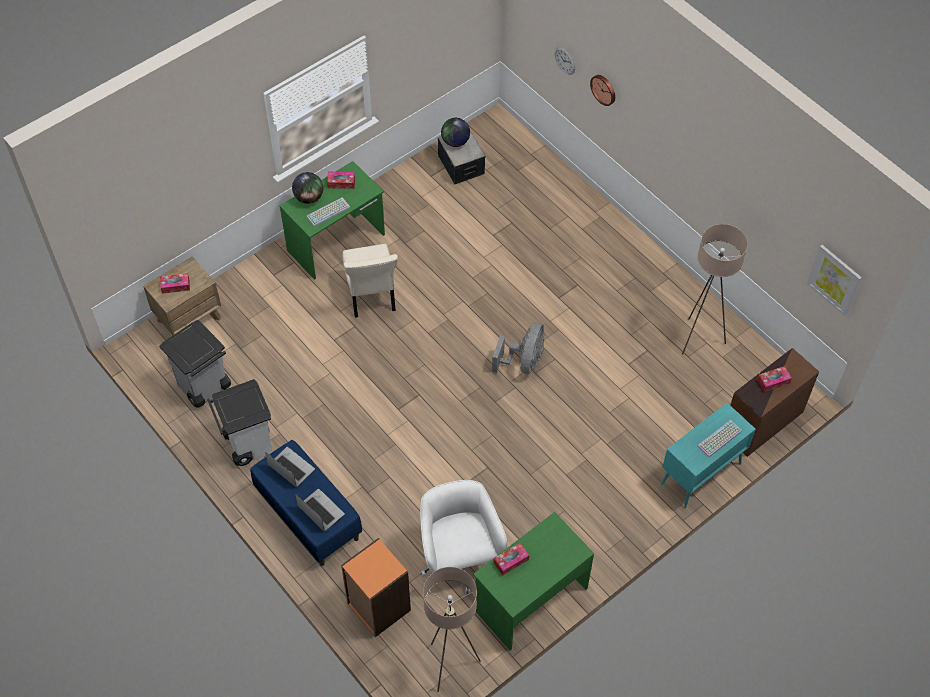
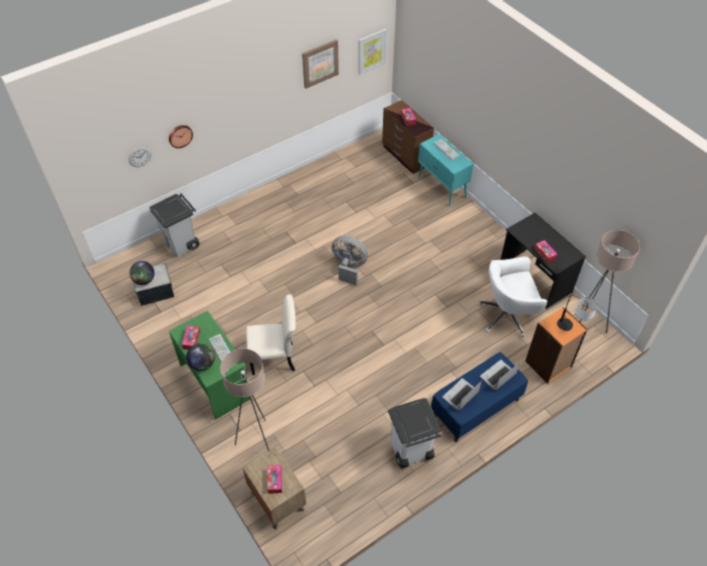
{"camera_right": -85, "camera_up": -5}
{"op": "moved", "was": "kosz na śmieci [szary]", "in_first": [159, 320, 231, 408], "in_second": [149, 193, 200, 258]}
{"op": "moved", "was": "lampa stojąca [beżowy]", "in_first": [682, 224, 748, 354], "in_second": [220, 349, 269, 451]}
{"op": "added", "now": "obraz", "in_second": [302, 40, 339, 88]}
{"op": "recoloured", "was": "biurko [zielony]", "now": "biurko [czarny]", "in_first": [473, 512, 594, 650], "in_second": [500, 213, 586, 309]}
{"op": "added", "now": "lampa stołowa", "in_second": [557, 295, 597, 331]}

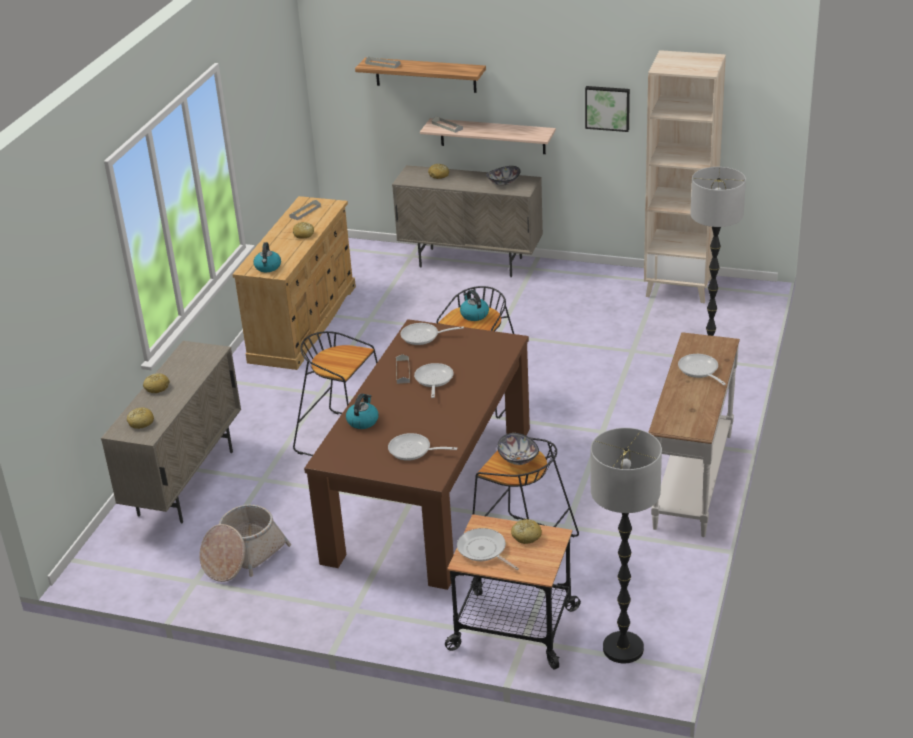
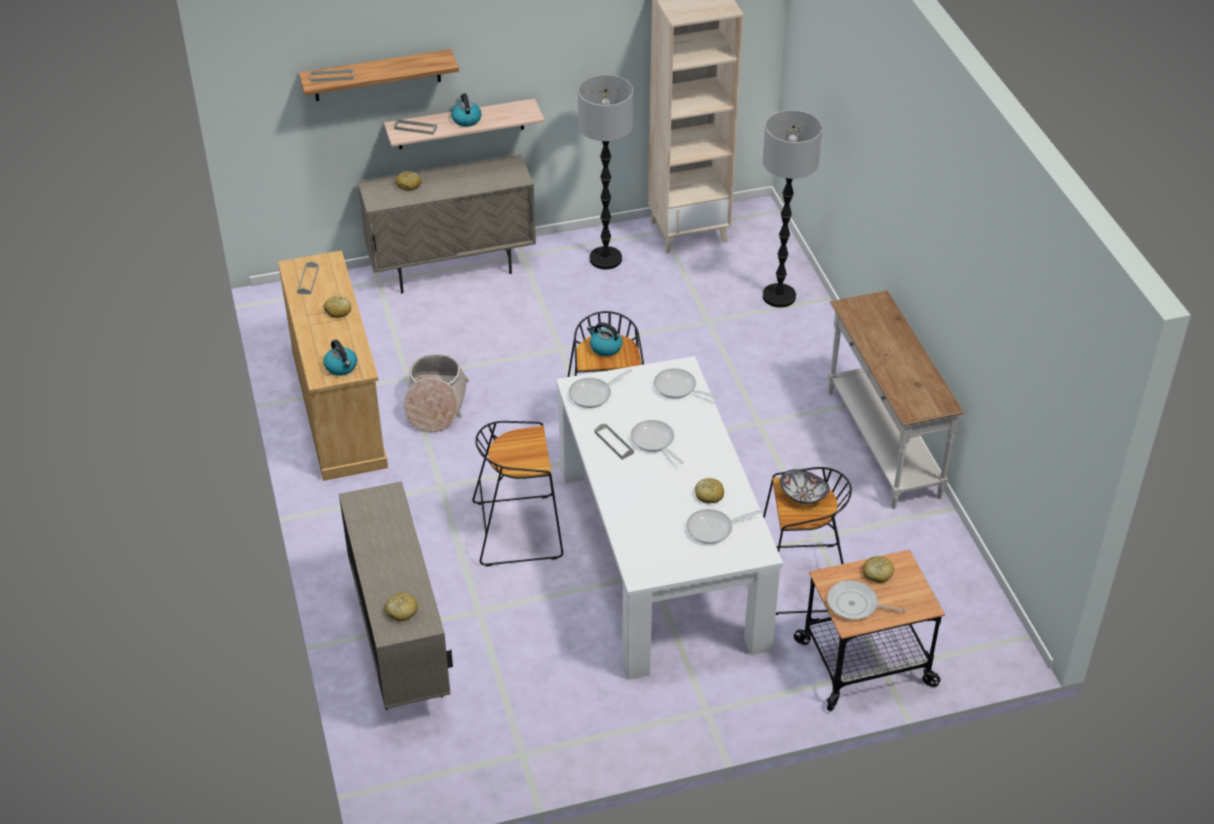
{"camera_right": -35, "camera_up": 10}
{"op": "moved", "was": "koszyk", "in_first": [200, 504, 291, 582], "in_second": [404, 354, 469, 432]}
{"op": "moved", "was": "czajnik", "in_first": [346, 393, 378, 429], "in_second": [451, 93, 482, 127]}
{"op": "recoloured", "was": "stół jadalny [brązowy]", "now": "stół jadalny [biały]", "in_first": [304, 319, 530, 590], "in_second": [556, 356, 783, 679]}
{"op": "moved", "was": "lampa stojąca", "in_first": [591, 428, 662, 664], "in_second": [578, 75, 633, 270]}
{"op": "moved", "was": "patelnia", "in_first": [678, 354, 726, 385], "in_second": [654, 368, 720, 399]}
{"op": "moved", "was": "chleb", "in_first": [143, 373, 170, 393], "in_second": [695, 478, 724, 503]}
{"op": "removed", "was": "miska", "in_first": [486, 166, 521, 186]}
{"op": "removed", "was": "obraz", "in_first": [585, 86, 630, 132]}

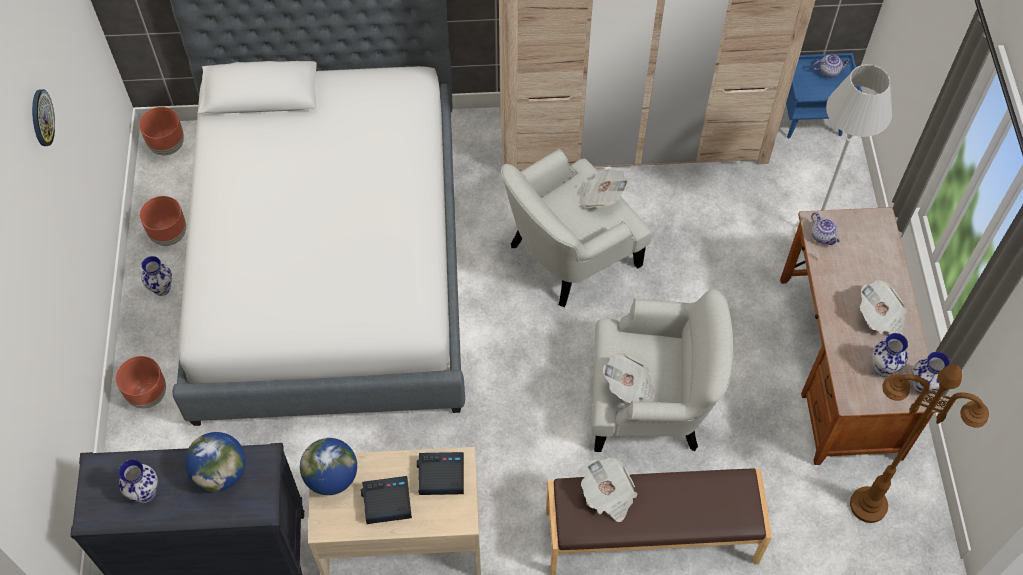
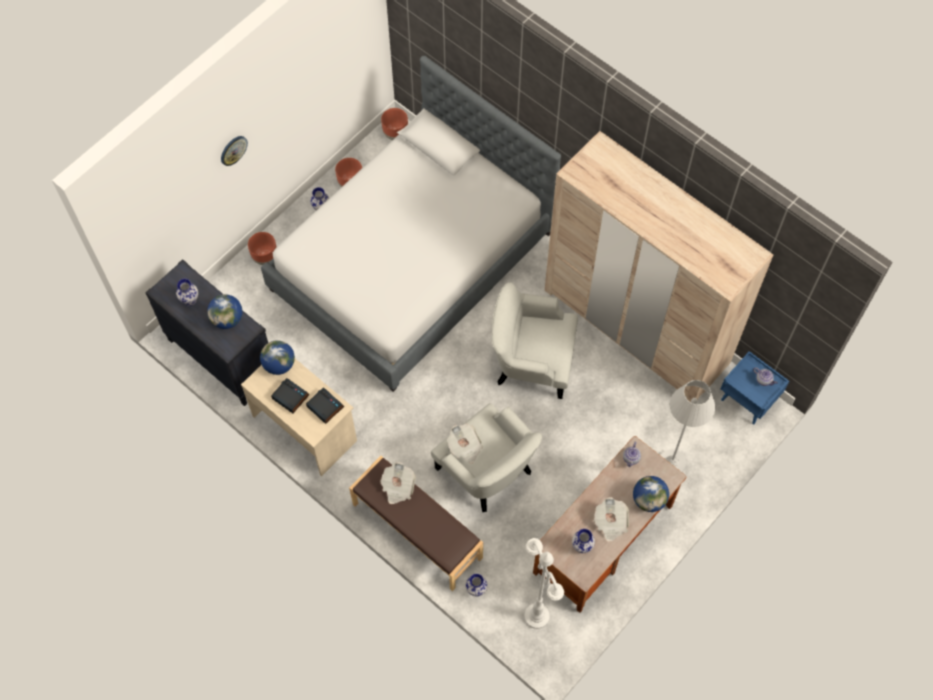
{"camera_right": 45, "camera_up": 5}
{"op": "moved", "was": "zegar ścienny", "in_first": [32, 89, 55, 146], "in_second": [221, 136, 248, 166]}
{"op": "moved", "was": "wazon", "in_first": [913, 352, 950, 395], "in_second": [466, 574, 488, 597]}
{"op": "recoloured", "was": "lampa stojąca [brązowy]", "now": "lampa stojąca [biały]", "in_first": [850, 364, 989, 523], "in_second": [524, 538, 564, 629]}
{"op": "added", "now": "globus", "in_second": [633, 476, 669, 512]}
{"op": "removed", "was": "gazeta", "in_first": [577, 169, 628, 208]}

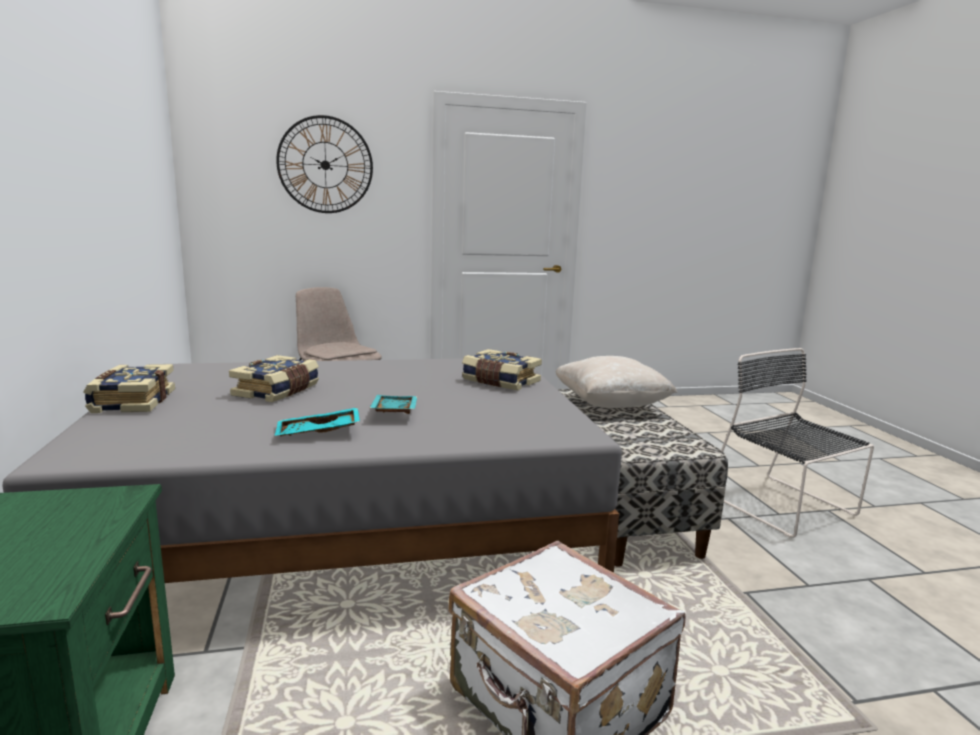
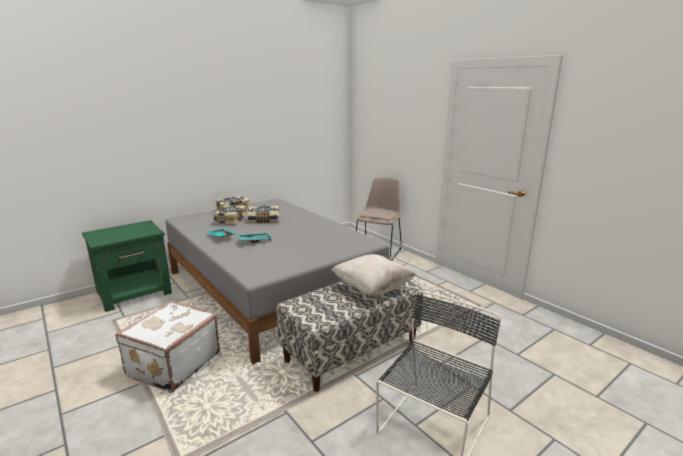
{"camera_right": 65, "camera_up": 5}
{"op": "moved", "was": "książka", "in_first": [462, 349, 542, 390], "in_second": [213, 205, 246, 225]}
{"op": "removed", "was": "zegar ścienny", "in_first": [276, 115, 373, 213]}

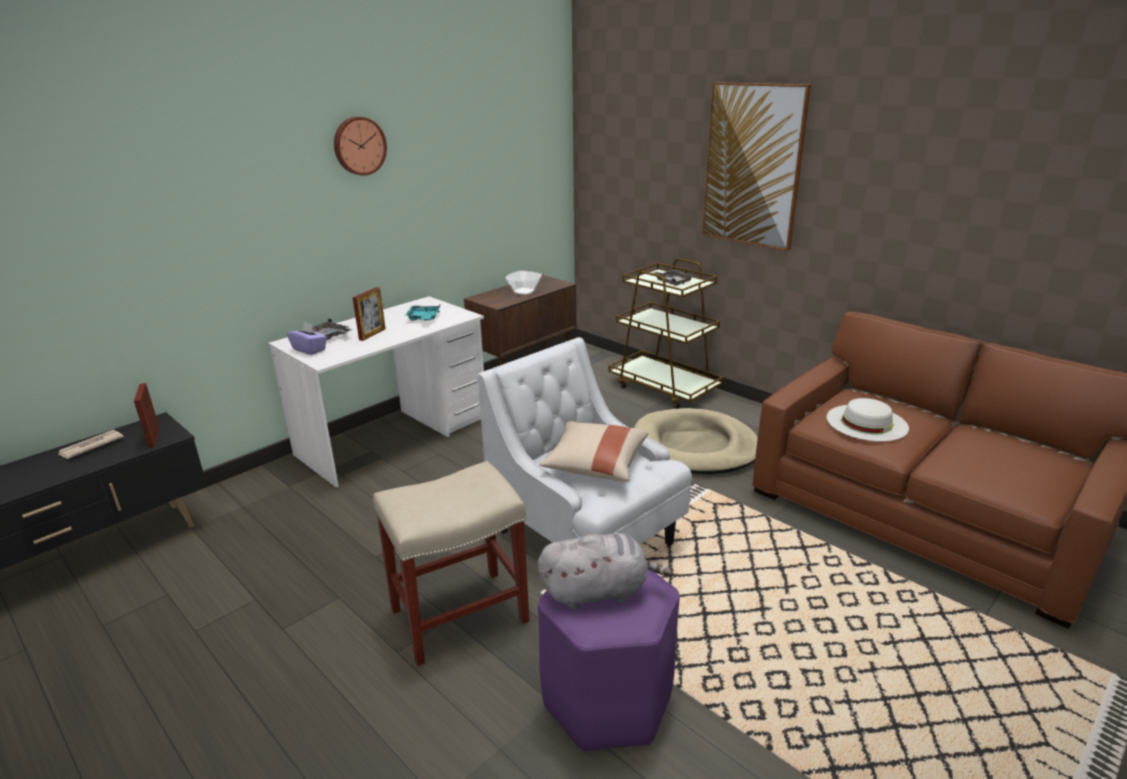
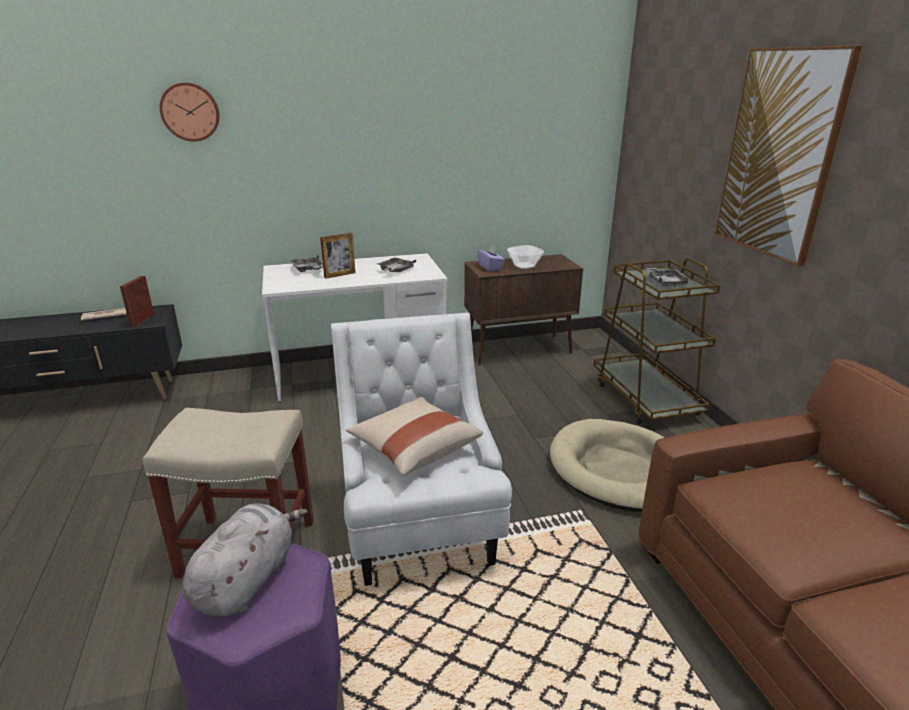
{"camera_right": 30, "camera_up": 0}
{"op": "moved", "was": "zegar ścienny", "in_first": [334, 117, 387, 176], "in_second": [159, 82, 220, 142]}
{"op": "turned", "was": "pluszak [szary]", "in_first": [538, 533, 673, 610], "in_second": [182, 504, 308, 617], "clockwise": -90}
{"op": "recoloured", "was": "taca [turkusowy]", "now": "taca [szary]", "in_first": [405, 304, 440, 321], "in_second": [377, 257, 416, 273]}
{"op": "moved", "was": "pudełko chusteczek [fioletowy]", "in_first": [287, 322, 327, 355], "in_second": [477, 245, 505, 271]}
{"op": "removed", "was": "kapelusz [biały]", "in_first": [827, 398, 909, 442]}

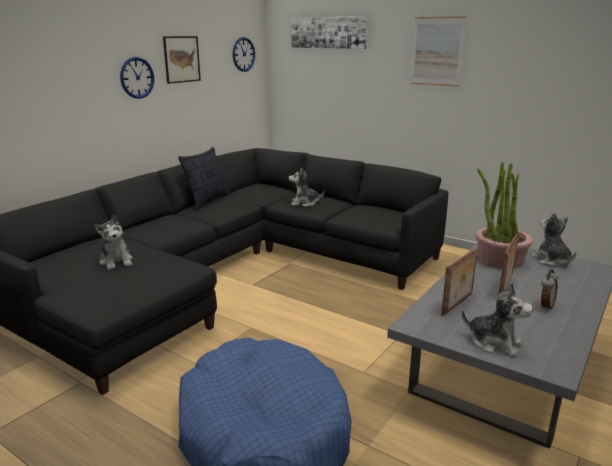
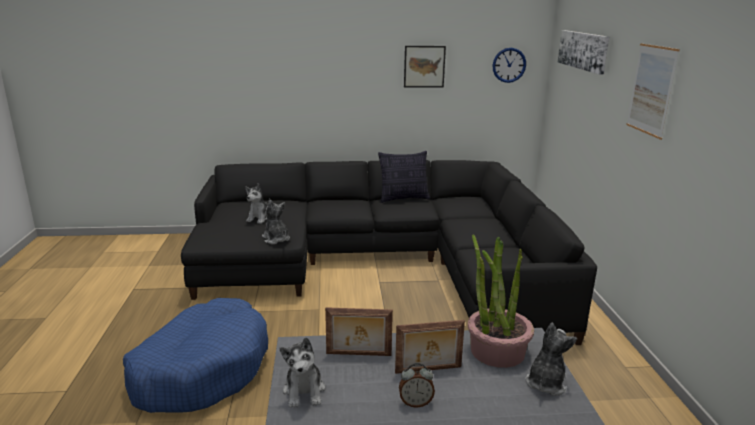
{"camera_right": 50, "camera_up": 0}
{"op": "moved", "was": "pluszak", "in_first": [289, 168, 325, 207], "in_second": [262, 200, 290, 244]}
{"op": "removed", "was": "zegar ścienny", "in_first": [120, 57, 154, 99]}

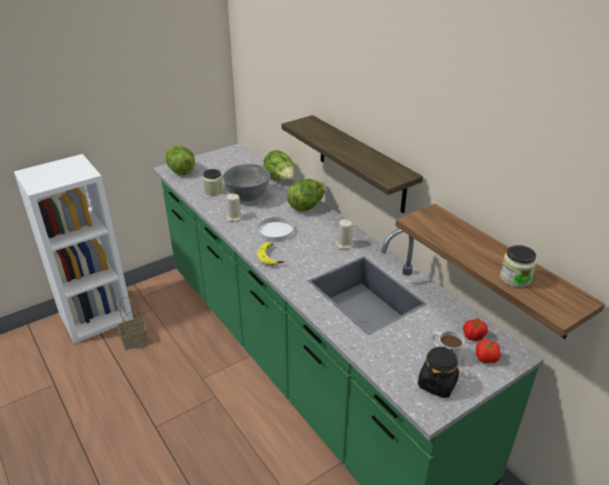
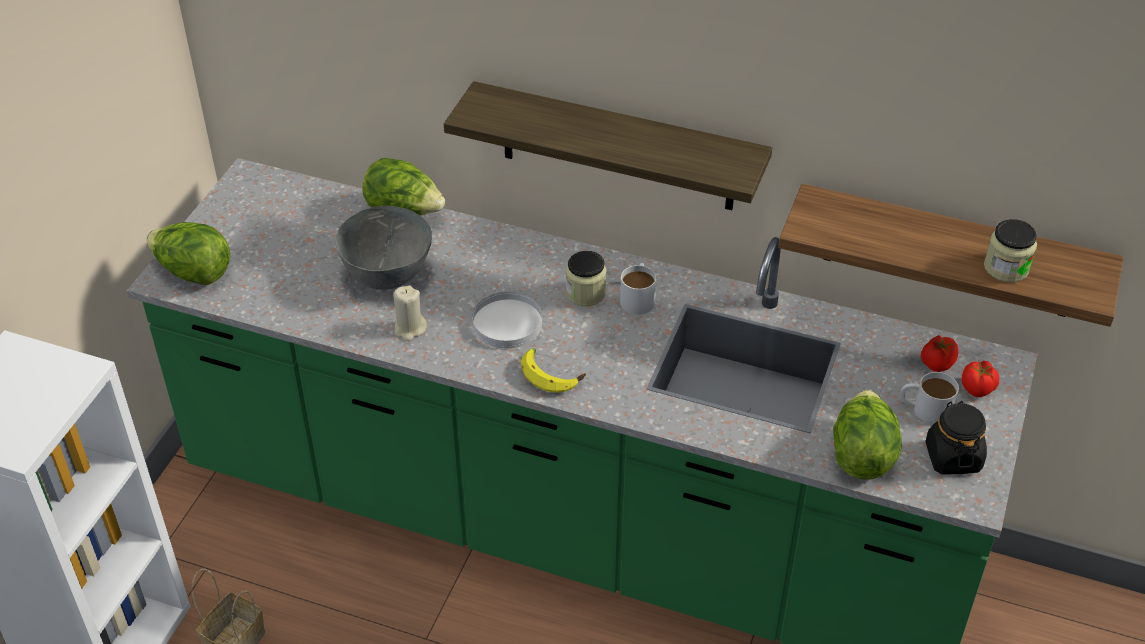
{"camera_right": -35, "camera_up": 10}
{"op": "moved", "was": "słoik", "in_first": [203, 169, 223, 195], "in_second": [566, 251, 606, 307]}
{"op": "replaced", "was": "świeca [beżowy]", "now": "kubek [biały]", "in_first": [336, 220, 354, 250], "in_second": [620, 263, 656, 315]}
{"op": "moved", "was": "sałata", "in_first": [287, 179, 326, 211], "in_second": [833, 390, 901, 479]}

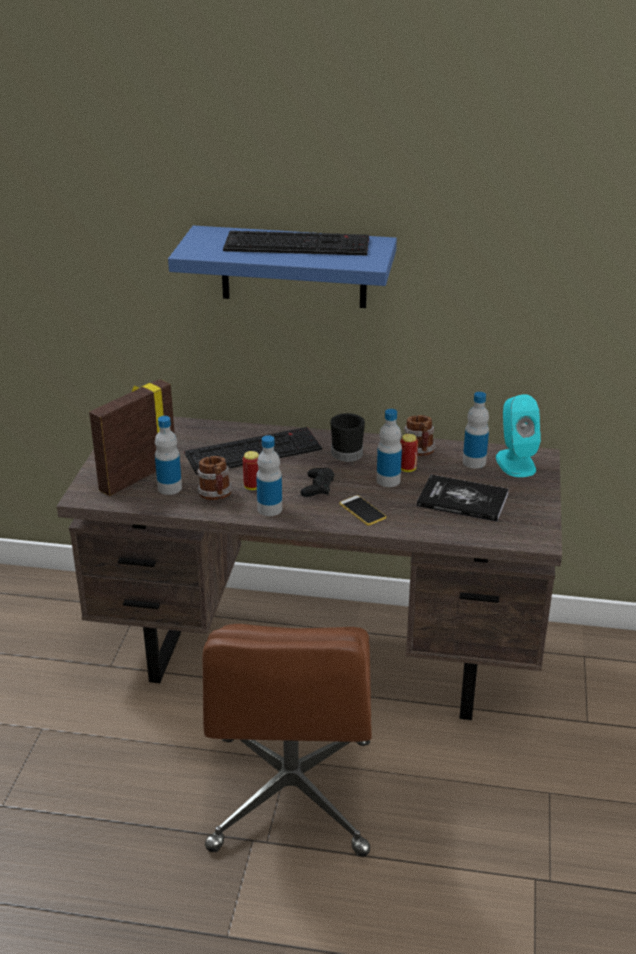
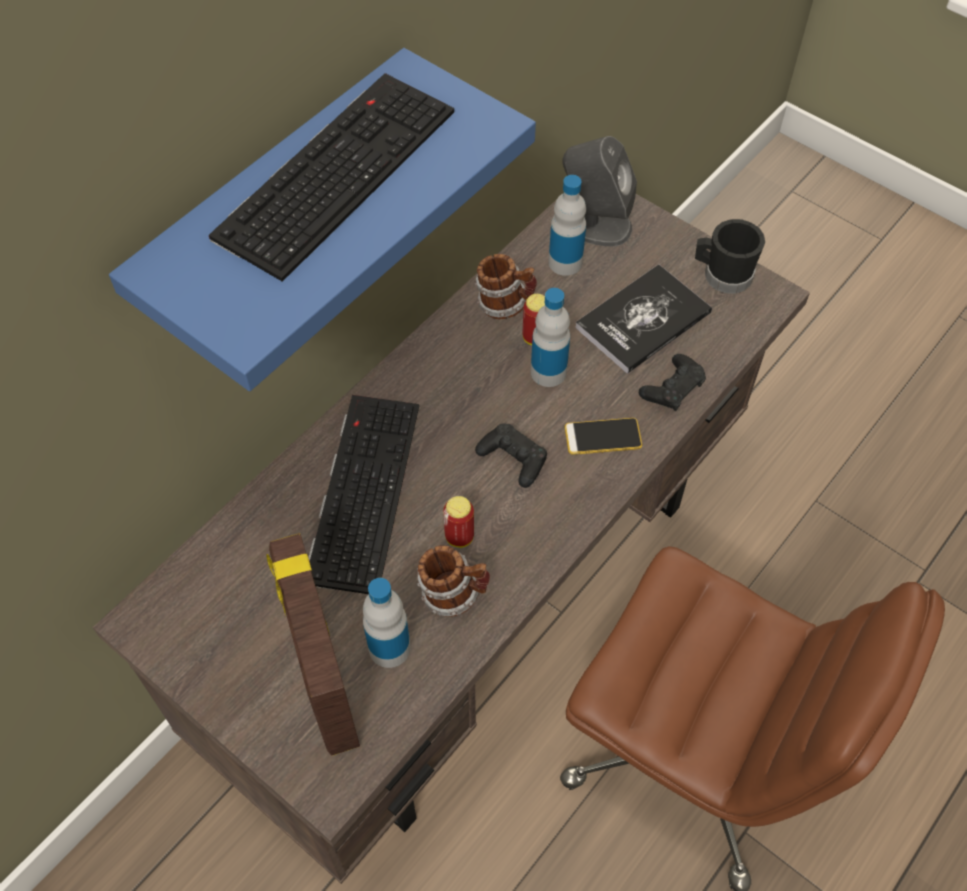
{"camera_right": -60, "camera_up": 25}
{"op": "recoloured", "was": "głośnik [turkusowy]", "now": "głośnik [szary]", "in_first": [496, 394, 541, 477], "in_second": [562, 136, 637, 247]}
{"op": "added", "now": "pad do gier [czarny]", "in_second": [639, 354, 706, 411]}
{"op": "moved", "was": "kubek [czarny]", "in_first": [330, 413, 365, 462], "in_second": [695, 219, 765, 294]}
{"op": "removed", "was": "butelka", "in_first": [256, 435, 282, 516]}

